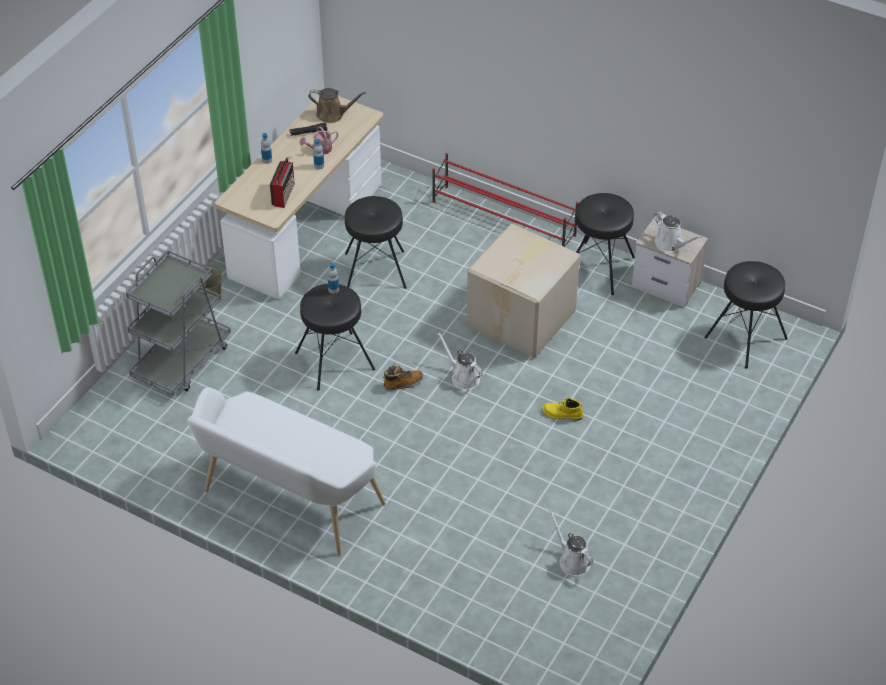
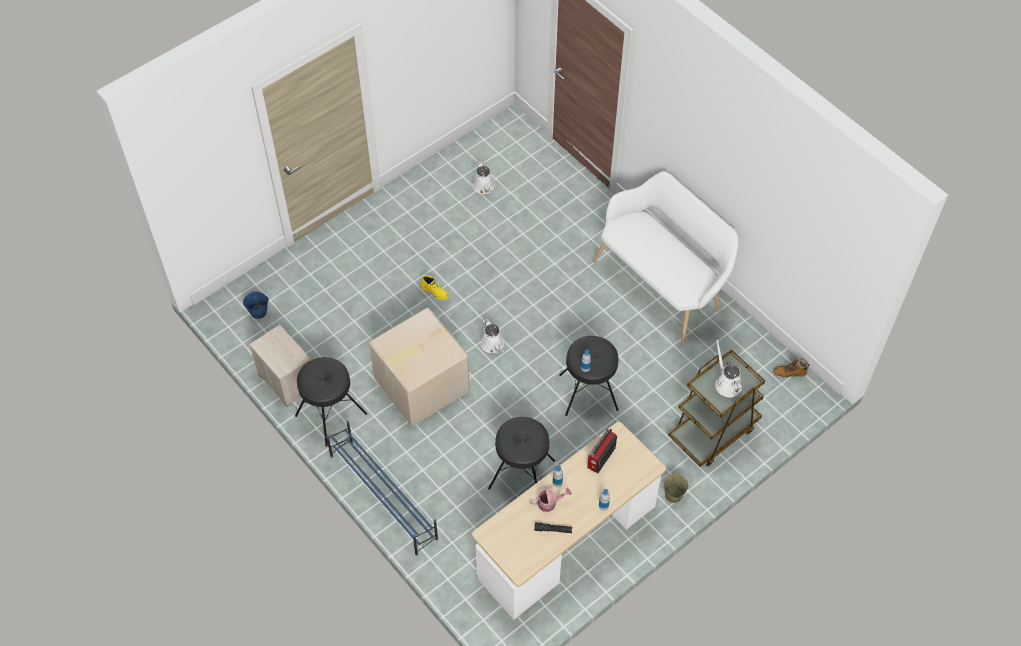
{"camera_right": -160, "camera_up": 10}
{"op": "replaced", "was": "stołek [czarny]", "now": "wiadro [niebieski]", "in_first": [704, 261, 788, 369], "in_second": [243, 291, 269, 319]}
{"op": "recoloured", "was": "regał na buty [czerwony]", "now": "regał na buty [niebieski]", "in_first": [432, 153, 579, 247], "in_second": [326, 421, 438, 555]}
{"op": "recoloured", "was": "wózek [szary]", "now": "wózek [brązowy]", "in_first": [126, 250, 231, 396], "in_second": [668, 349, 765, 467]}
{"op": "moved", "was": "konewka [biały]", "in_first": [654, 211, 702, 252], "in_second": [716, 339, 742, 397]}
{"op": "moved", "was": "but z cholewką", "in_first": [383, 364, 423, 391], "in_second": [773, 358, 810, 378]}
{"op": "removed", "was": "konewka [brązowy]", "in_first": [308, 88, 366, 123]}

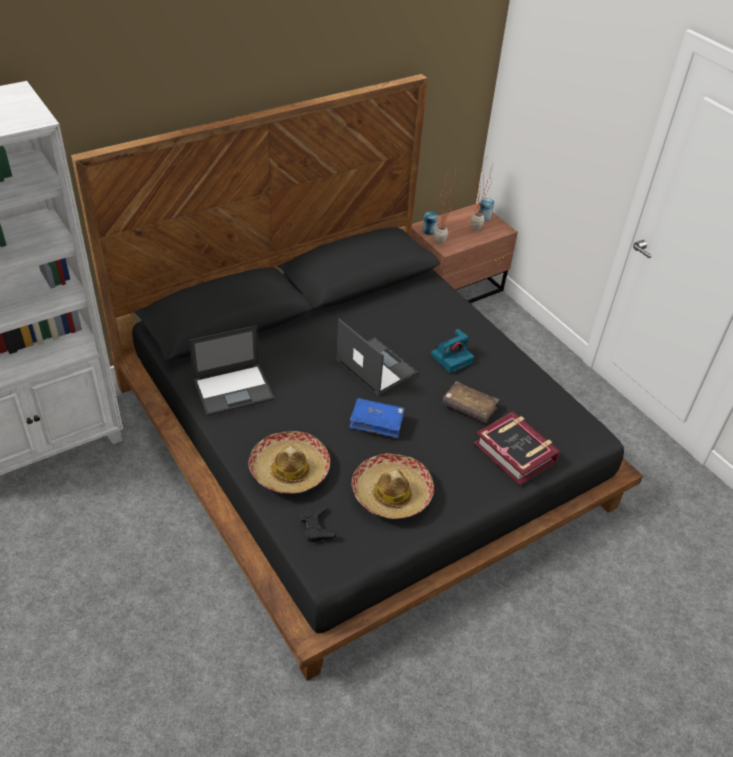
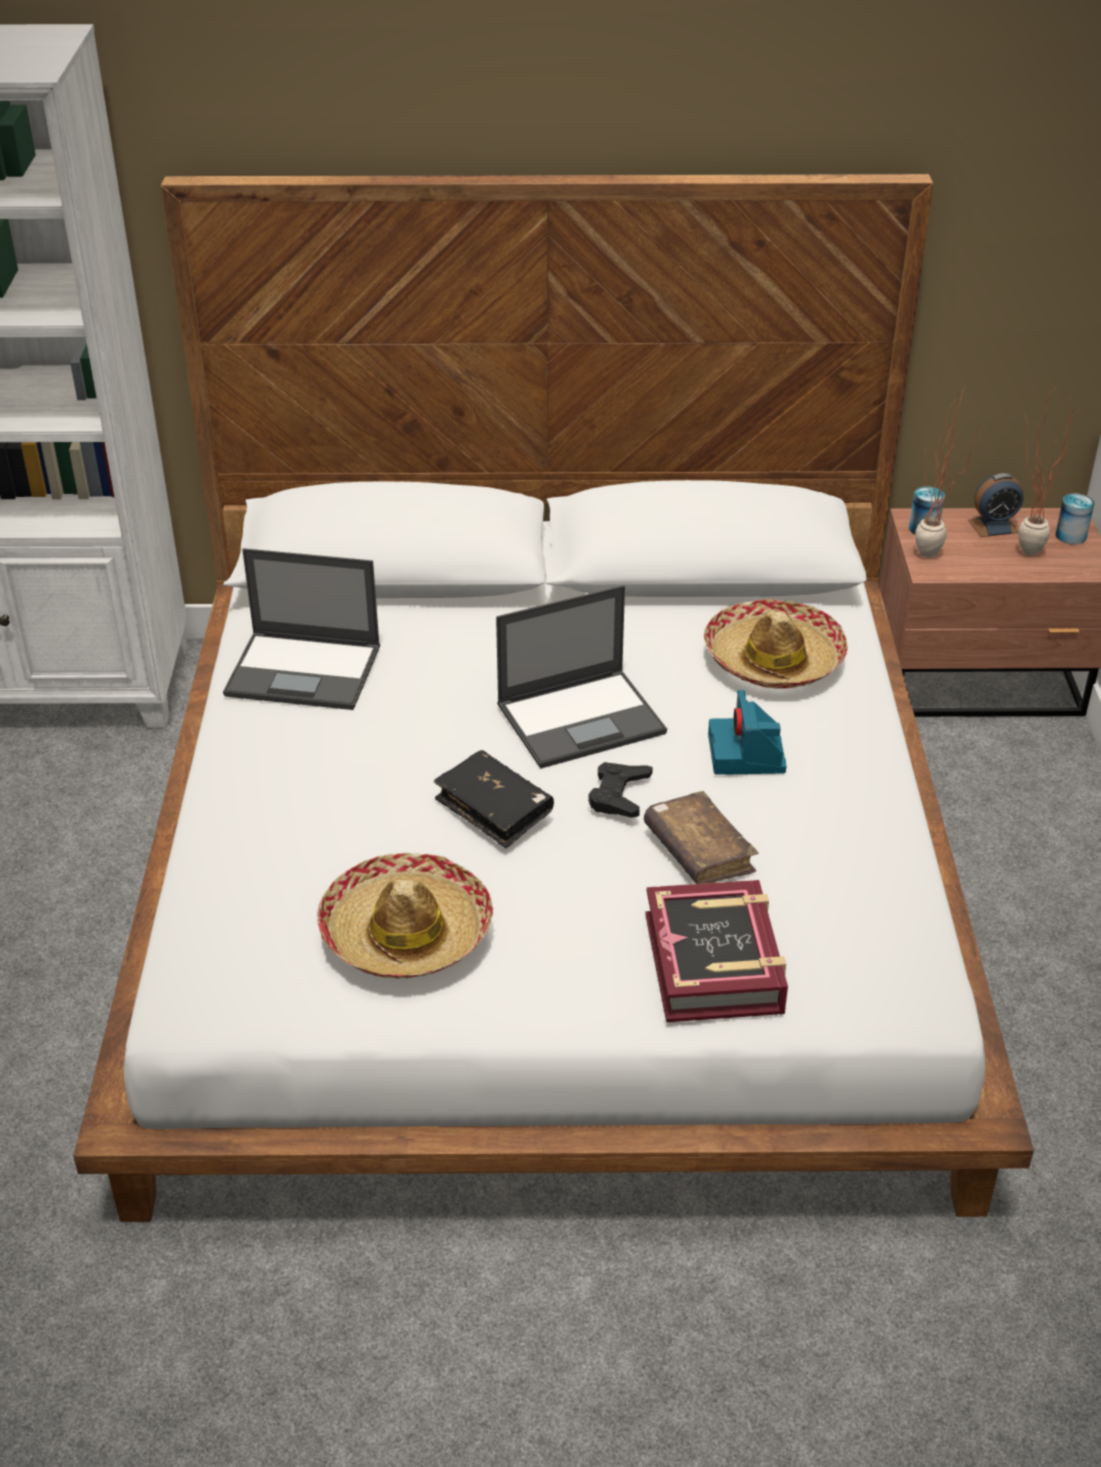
{"camera_right": 35, "camera_up": -5}
{"op": "recoloured", "was": "łóżko [czarny]", "now": "łóżko [biały]", "in_first": [71, 74, 643, 681], "in_second": [73, 174, 1034, 1222]}
{"op": "recoloured", "was": "książka [niebieski]", "now": "książka [czarny]", "in_first": [349, 398, 405, 438], "in_second": [434, 750, 554, 848]}
{"op": "turned", "was": "laptop", "in_first": [336, 319, 418, 396], "in_second": [496, 585, 667, 769], "clockwise": 75}
{"op": "moved", "was": "pad do gier [czarny]", "in_first": [299, 505, 336, 542], "in_second": [588, 762, 653, 818]}
{"op": "moved", "was": "kapelusz", "in_first": [249, 431, 330, 494], "in_second": [704, 599, 848, 689]}
{"op": "turned", "was": "aparat fotograficzny", "in_first": [431, 329, 474, 373], "in_second": [708, 690, 786, 775], "clockwise": 90}
{"op": "added", "now": "budzik", "in_second": [968, 473, 1024, 537]}

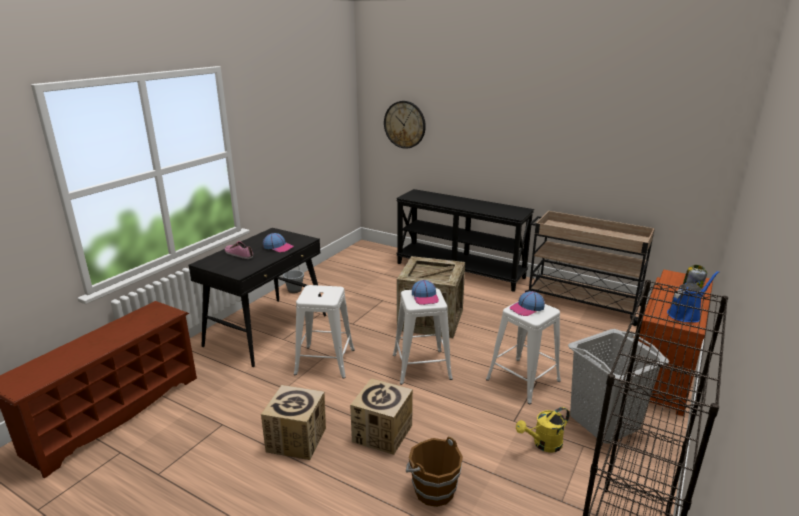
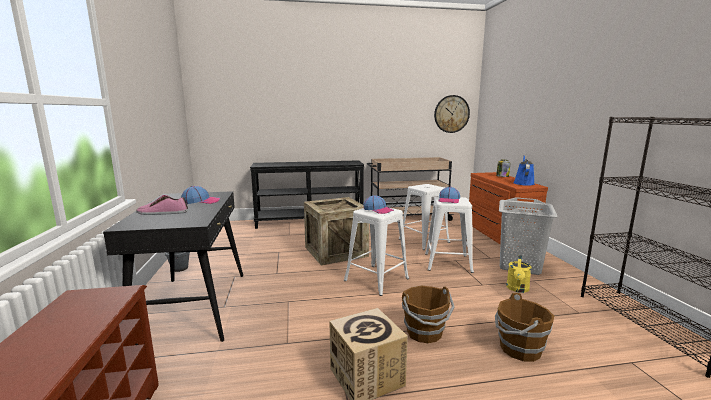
{"camera_right": -40, "camera_up": -10}
{"op": "moved", "was": "stołek [biały]", "in_first": [294, 285, 354, 379], "in_second": [399, 184, 450, 250]}
{"op": "replaced", "was": "karton", "now": "wiadro [brązowy]", "in_first": [350, 378, 413, 455], "in_second": [402, 286, 455, 343]}
{"op": "moved", "was": "zegar ścienny", "in_first": [384, 101, 426, 149], "in_second": [434, 95, 470, 133]}

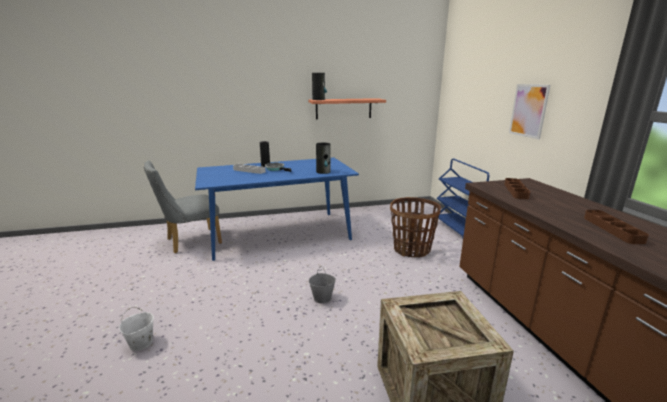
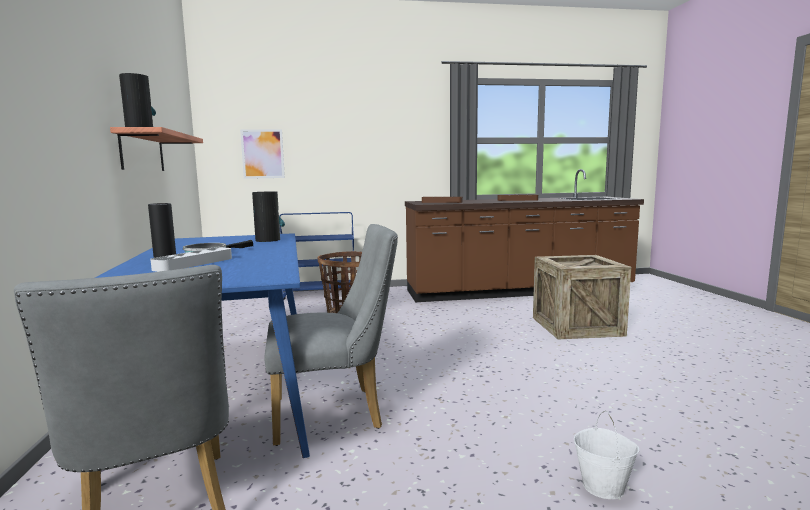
{"camera_right": -85, "camera_up": -10}
{"op": "moved", "was": "obraz", "in_first": [509, 84, 550, 140], "in_second": [240, 129, 285, 179]}
{"op": "added", "now": "krzesło [szary]", "in_second": [265, 224, 398, 446]}
{"op": "removed", "was": "wiadro [szary]", "in_first": [309, 266, 336, 303]}

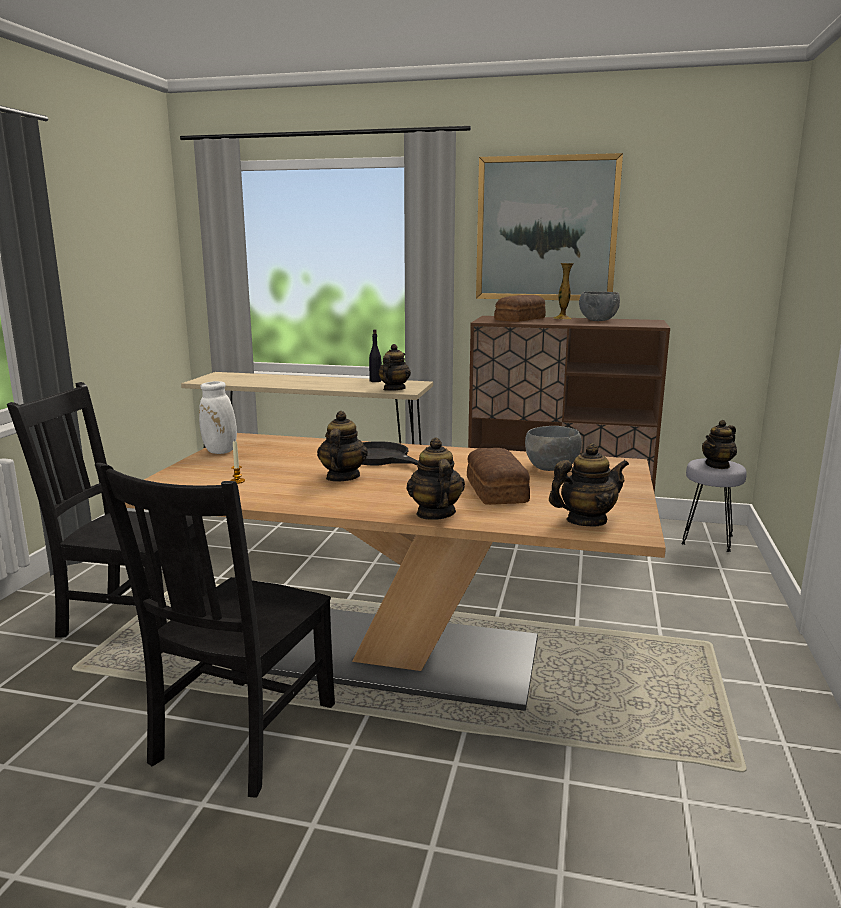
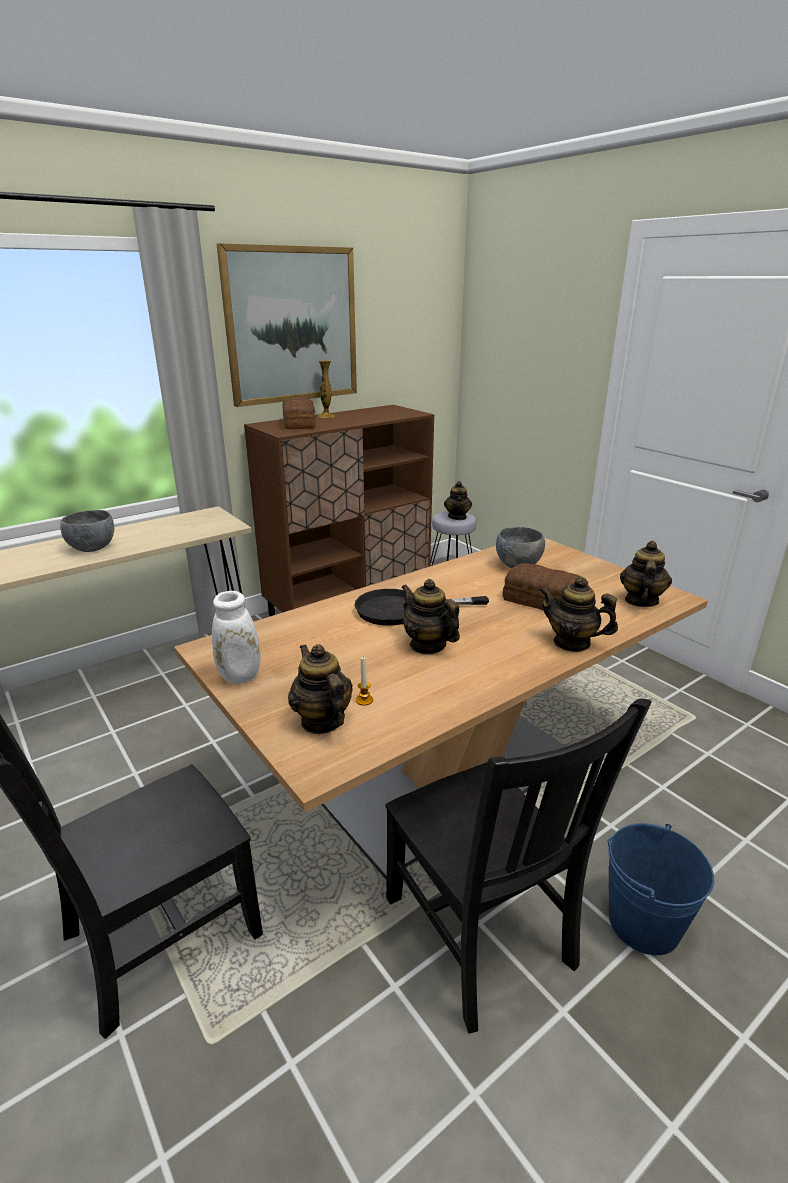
{"camera_right": -50, "camera_up": 10}
{"op": "moved", "was": "miska [szary]", "in_first": [579, 291, 620, 321], "in_second": [60, 510, 114, 552]}
{"op": "moved", "was": "imbryk", "in_first": [378, 344, 411, 391], "in_second": [288, 644, 353, 734]}
{"op": "added", "now": "wiadro [niebieski]", "in_second": [607, 823, 714, 955]}
{"op": "removed", "was": "butelka [czarny]", "in_first": [369, 329, 382, 382]}

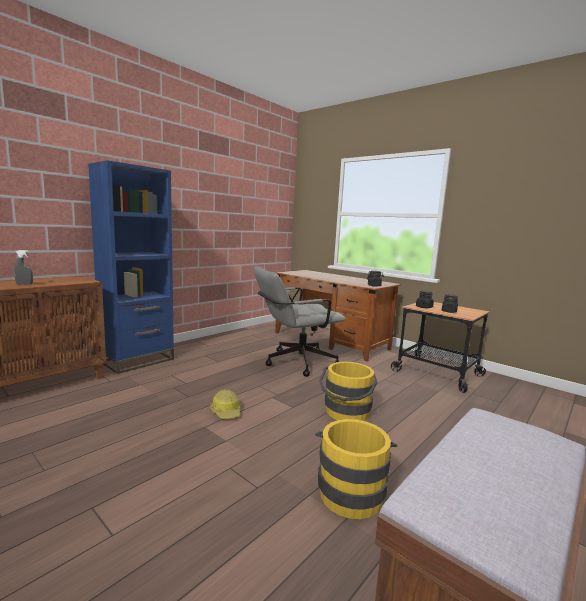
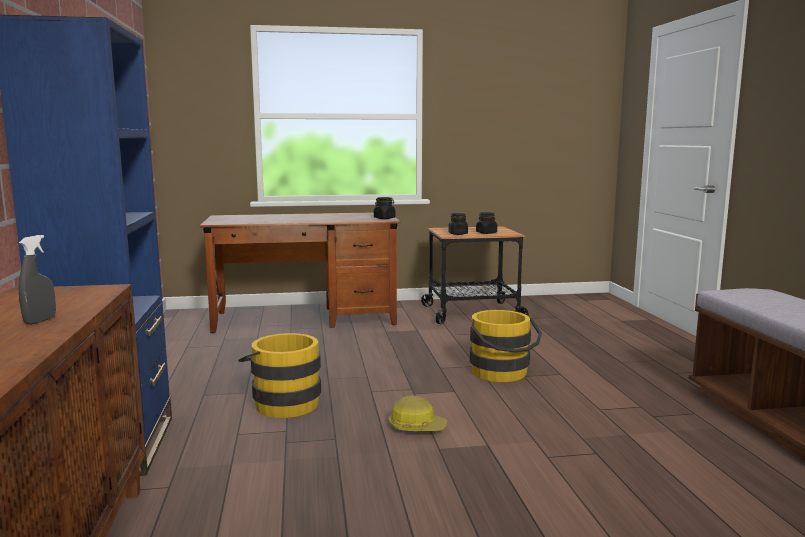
{"camera_right": -50, "camera_up": 0}
{"op": "moved", "was": "wiadro [żółty]", "in_first": [315, 419, 397, 519], "in_second": [238, 333, 321, 418]}
{"op": "removed", "was": "krzesło biurowe [szary]", "in_first": [254, 266, 346, 377]}

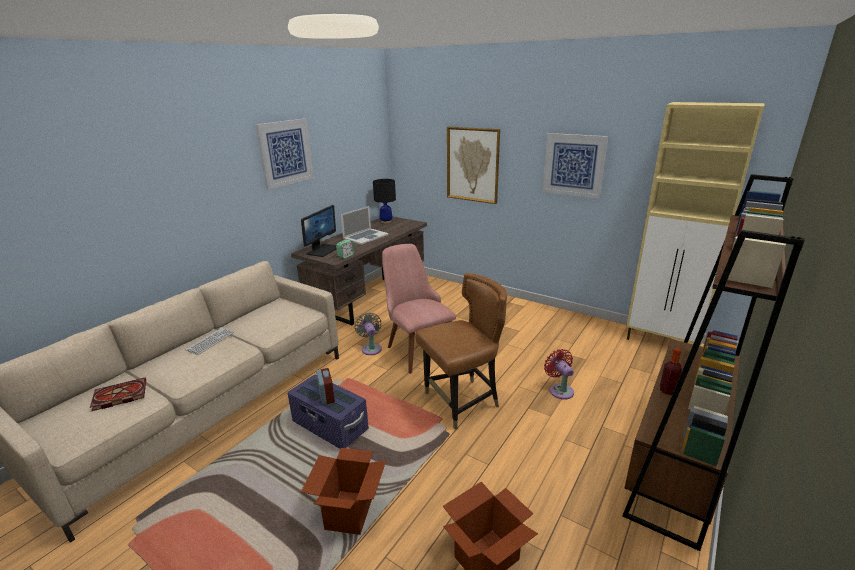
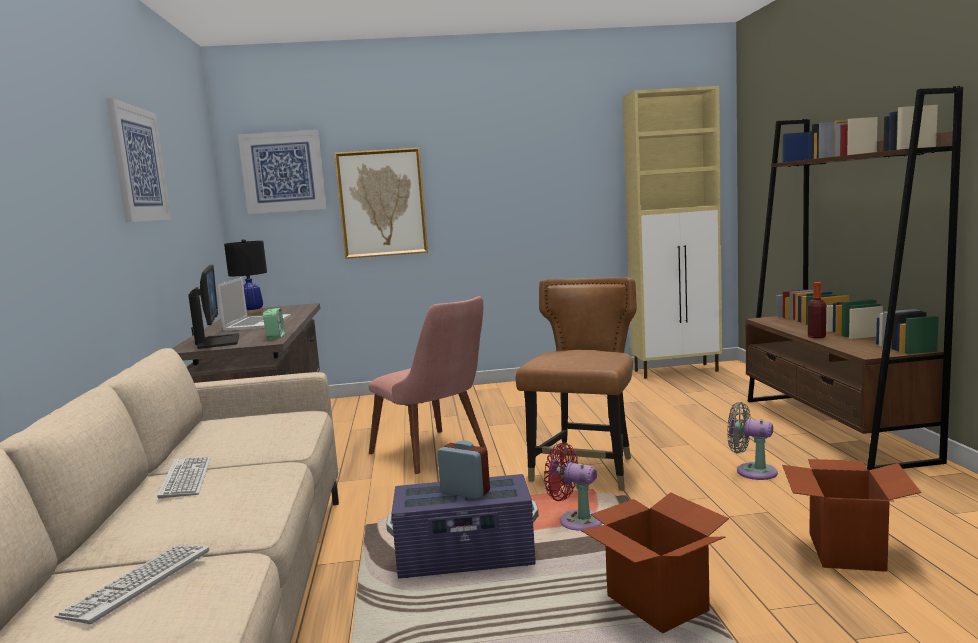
{"camera_right": -40, "camera_up": -15}
{"op": "replaced", "was": "książka", "now": "klawiatura", "in_first": [90, 378, 146, 411], "in_second": [54, 545, 209, 624]}
{"op": "moved", "was": "obraz", "in_first": [542, 133, 608, 198], "in_second": [238, 130, 327, 214]}
{"op": "turned", "was": "krzesło [różowy]", "in_first": [382, 244, 456, 374], "in_second": [369, 296, 487, 474], "clockwise": -150}
{"op": "moved", "was": "wentylator [czerwony]", "in_first": [544, 349, 574, 400], "in_second": [544, 443, 602, 531]}
{"op": "moved", "was": "wentylator [szary]", "in_first": [355, 313, 382, 355], "in_second": [727, 402, 778, 480]}

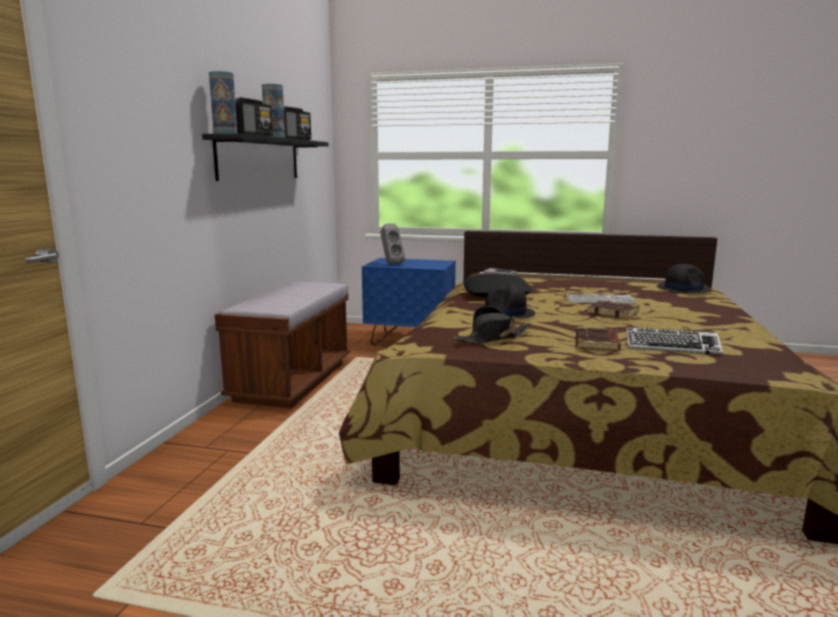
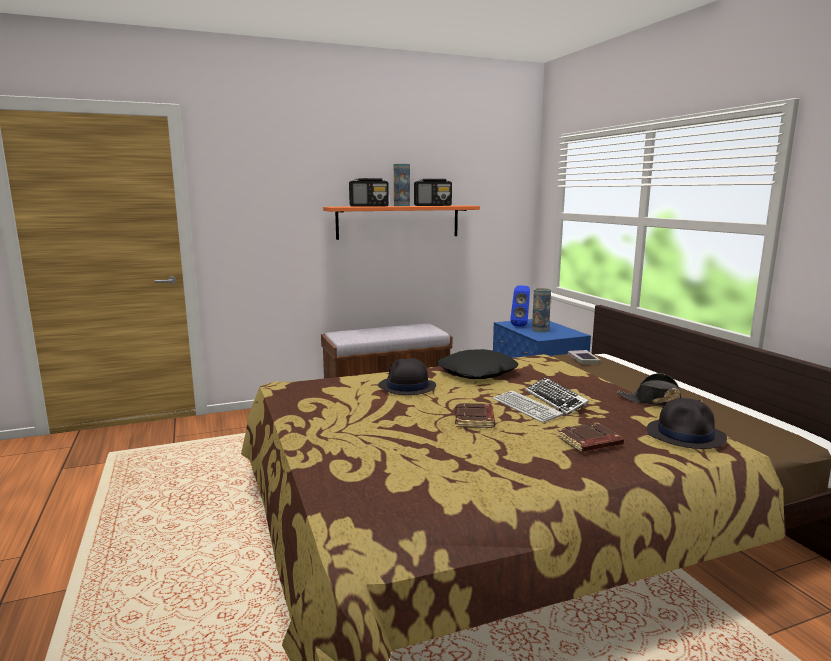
{"camera_right": 55, "camera_up": 0}
{"op": "recoloured", "was": "półka [czarny]", "now": "półka [pomarańczowy]", "in_first": [202, 133, 329, 181], "in_second": [323, 205, 480, 240]}
{"op": "recoloured", "was": "głośnik [szary]", "now": "głośnik [niebieski]", "in_first": [380, 223, 405, 265], "in_second": [510, 286, 530, 327]}
{"op": "moved", "was": "klawiatura", "in_first": [626, 327, 723, 355], "in_second": [526, 378, 589, 415]}
{"op": "moved", "was": "wazon", "in_first": [209, 71, 238, 134], "in_second": [532, 288, 551, 333]}
{"op": "moved", "was": "książka [brązowy]", "in_first": [576, 327, 621, 351], "in_second": [557, 422, 624, 452]}
{"op": "moved", "was": "kapelusz [czarny]", "in_first": [453, 306, 531, 344], "in_second": [617, 373, 703, 406]}

